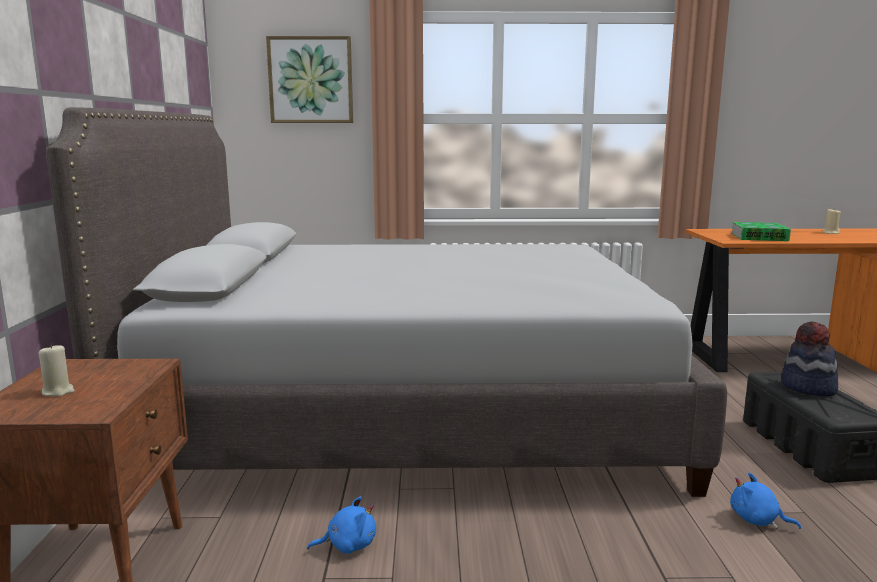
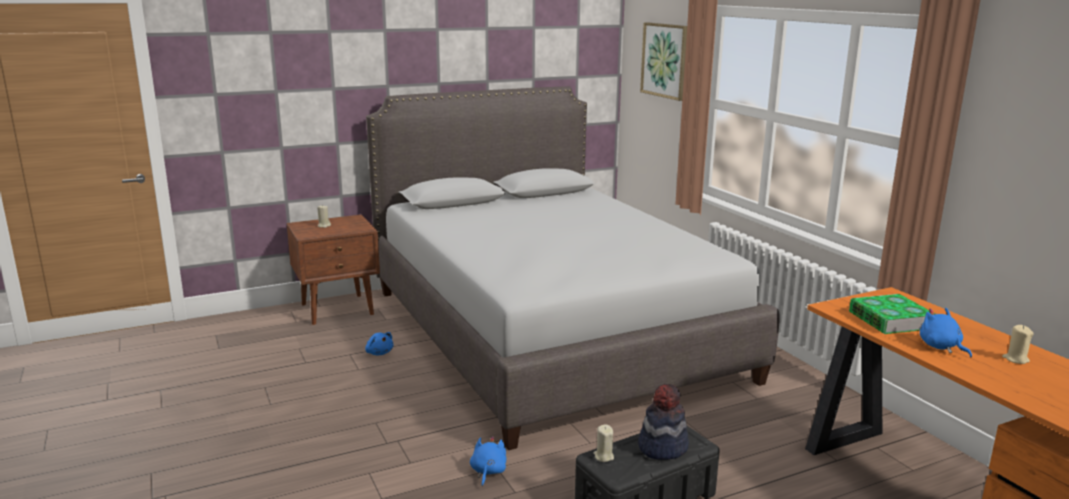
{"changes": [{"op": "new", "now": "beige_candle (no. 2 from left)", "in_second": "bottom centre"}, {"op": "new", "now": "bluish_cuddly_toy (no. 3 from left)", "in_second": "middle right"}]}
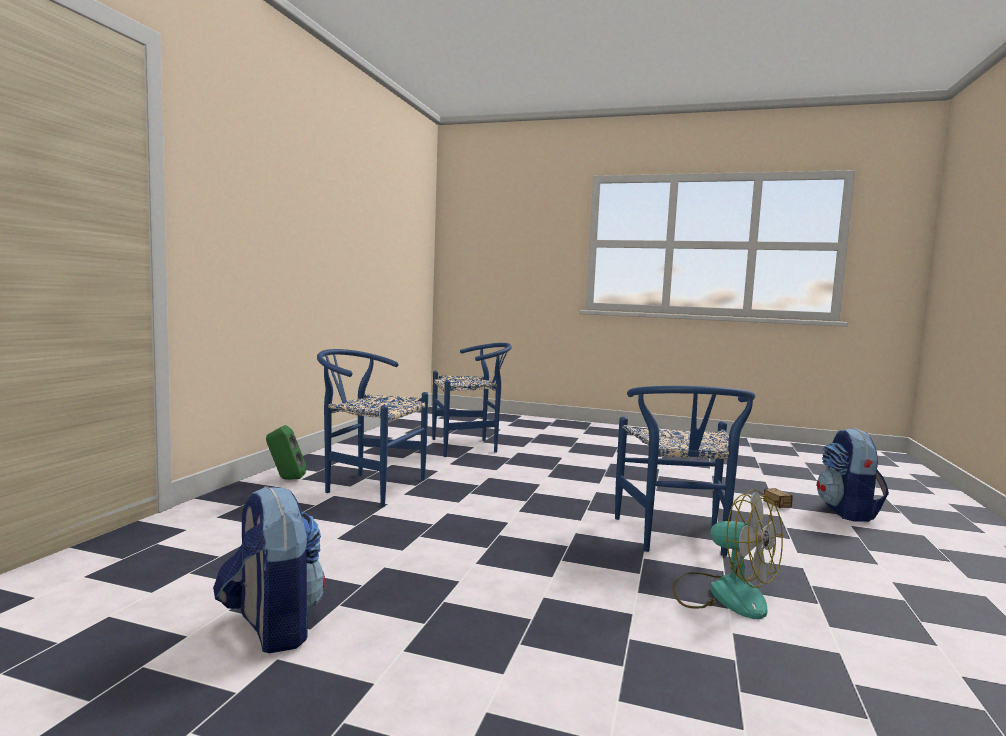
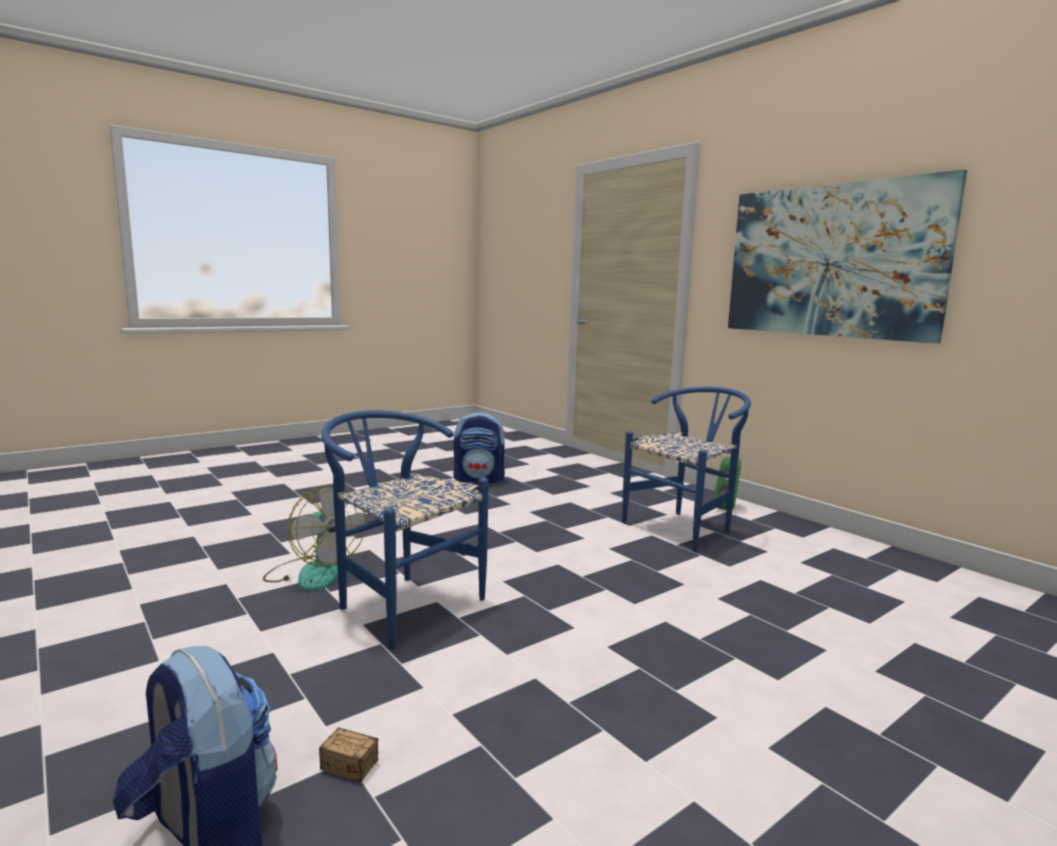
{"changes": [{"op": "rotated", "was": "fan", "in_first": "bottom right", "in_second": "middle left", "clockwise": -120}, {"op": "new", "now": "wall_art", "in_second": "top right"}, {"op": "gone", "was": "bluish_chair (no. 2 from left)", "in_first": "centre"}]}
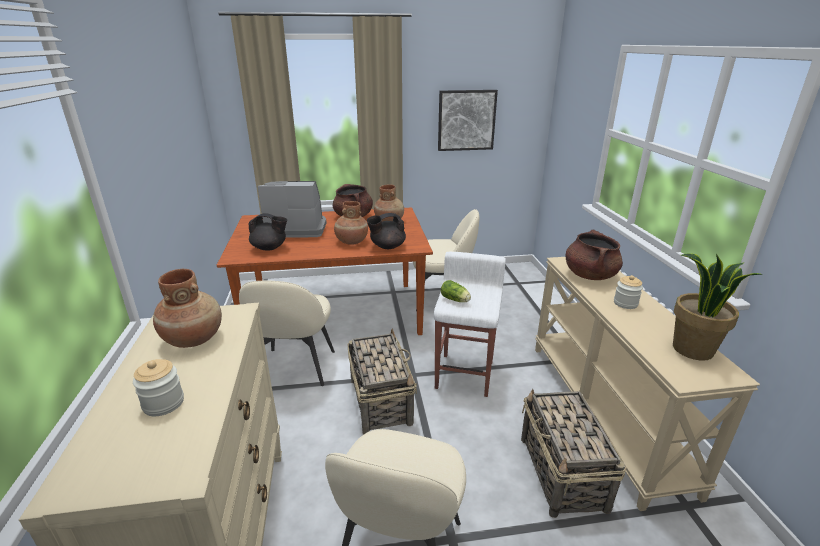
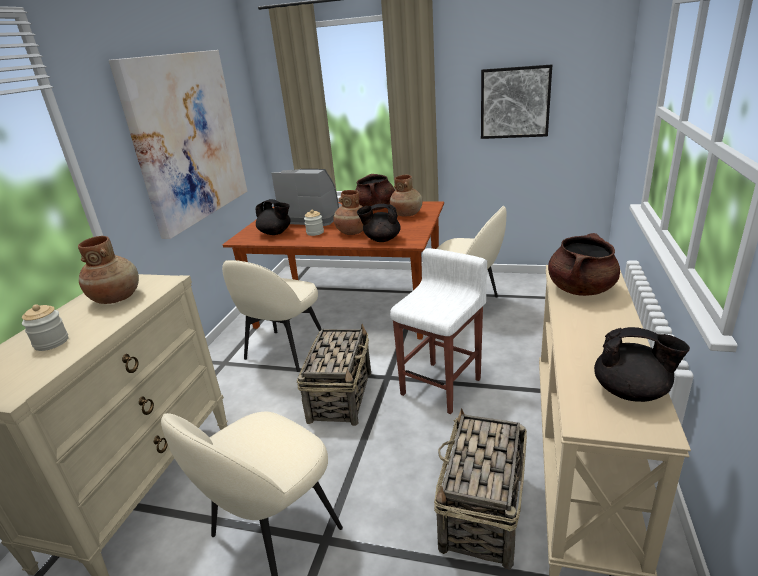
{"changes": [{"op": "new", "now": "wall_art (no. 1 from left)", "in_second": "top left"}, {"op": "shifted", "was": "jar (no. 2 from left)", "in_first": "middle right", "in_second": "centre"}, {"op": "swapped", "was": "plant_in_a_pot", "now": "black_teapot (no. 3 from left)", "in_first": "middle right", "in_second": "middle right"}, {"op": "gone", "was": "head_of_lettuce", "in_first": "centre"}]}
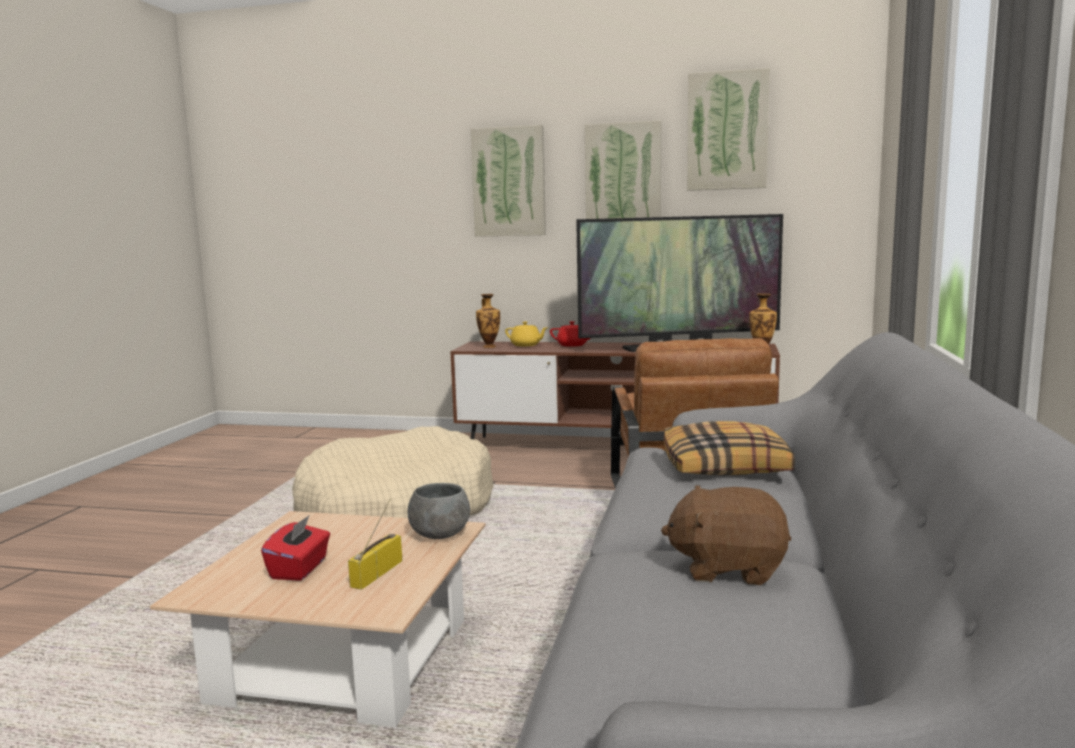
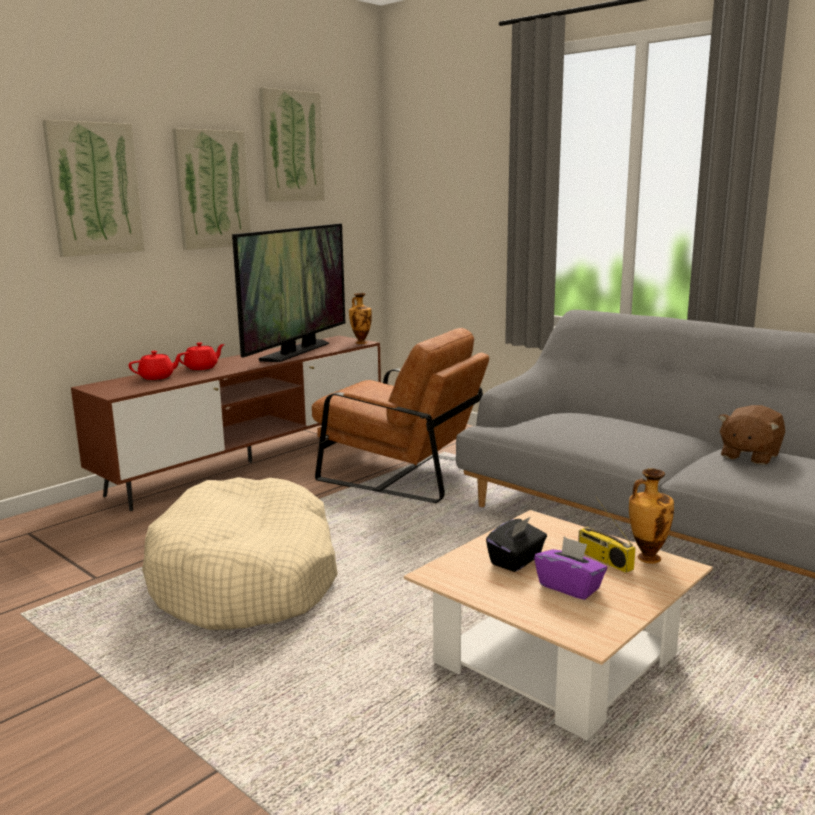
{"changes": [{"op": "repainted", "was": "yellow_teapot", "now": "reddish_teapot (no. 1 from left)", "in_first": "centre", "in_second": "middle left"}, {"op": "new", "now": "black_tissue_holder", "in_second": "bottom centre"}, {"op": "repainted", "was": "reddish_tissue_holder", "now": "purple-coloured_tissue_holder", "in_first": "bottom left", "in_second": "bottom right"}, {"op": "shifted", "was": "decorative_vase (no. 1 from left in the first image)", "now": "decorative_vase (no. 2 from left)", "in_first": "centre", "in_second": "middle right"}, {"op": "gone", "was": "gray_serving_bowl", "in_first": "bottom centre"}, {"op": "gone", "was": "throw_pillow", "in_first": "middle right"}]}
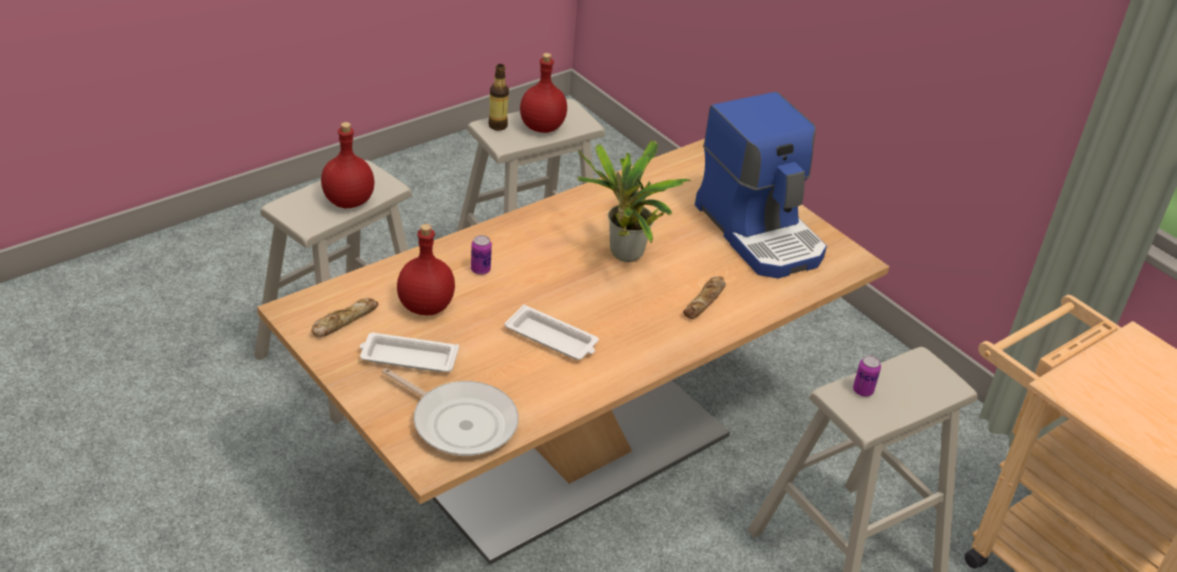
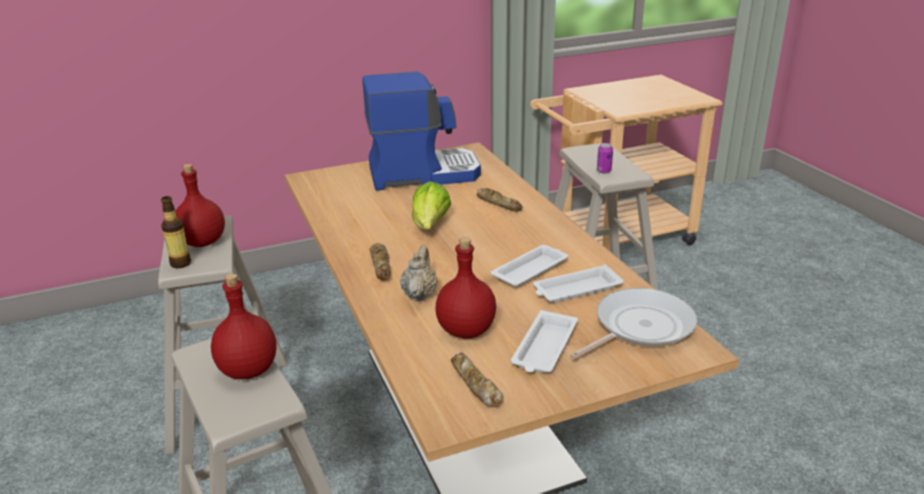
{"changes": [{"op": "new", "now": "bread (no. 1 from left)", "in_second": "centre"}, {"op": "swapped", "was": "sealed_can (no. 1 from left)", "now": "beige_teapot", "in_first": "centre", "in_second": "centre"}, {"op": "swapped", "was": "plant_in_a_pot", "now": "head_of_lettuce", "in_first": "centre", "in_second": "centre"}, {"op": "new", "now": "white-coloured_carrying_tray (no. 3 from left)", "in_second": "centre"}]}
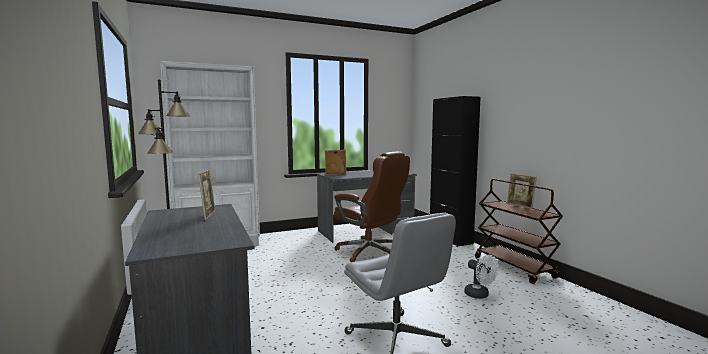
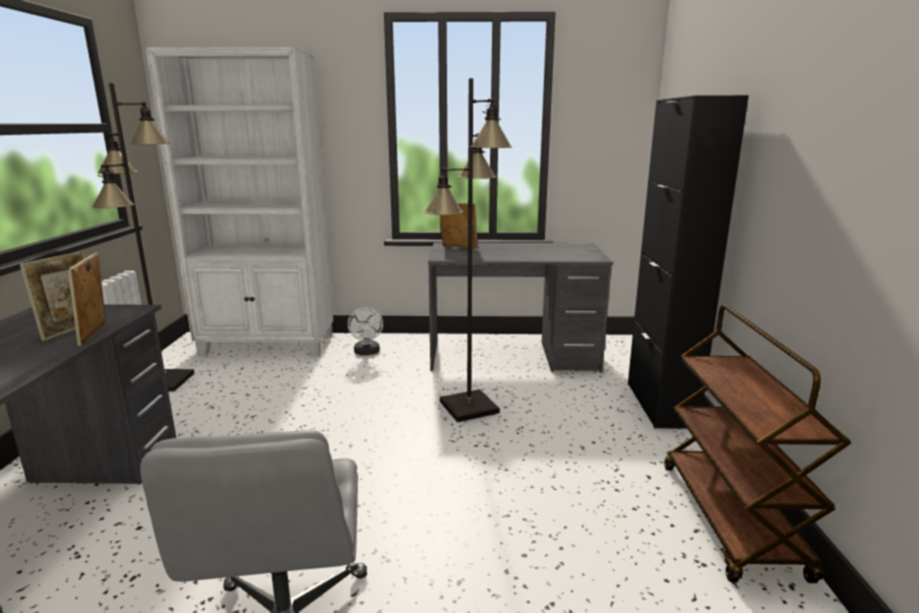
{"changes": [{"op": "shifted", "was": "standing_frame (no. 3 from left in the first image)", "now": "standing_frame (no. 2 from left)", "in_first": "middle right", "in_second": "middle left"}, {"op": "shifted", "was": "white-coloured_fan", "in_first": "bottom right", "in_second": "centre"}, {"op": "swapped", "was": "brown_office_chair", "now": "black_standard_lamp (no. 2 from left)", "in_first": "centre", "in_second": "centre"}]}
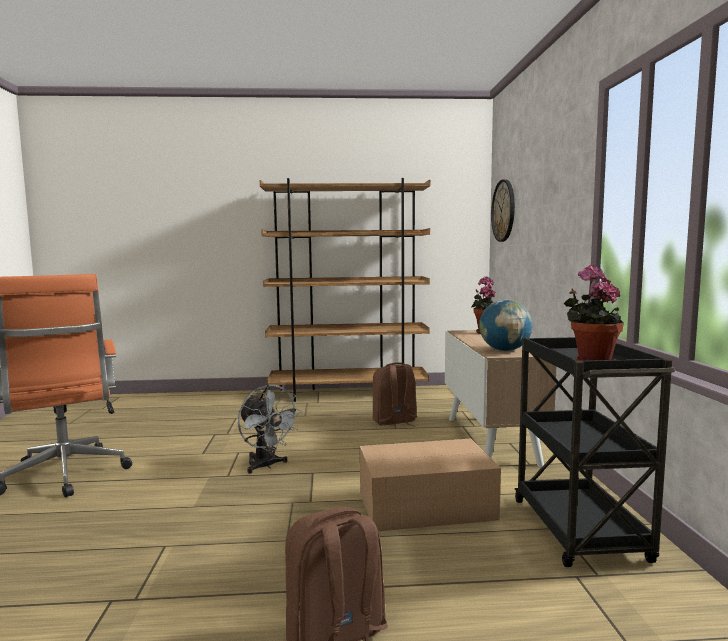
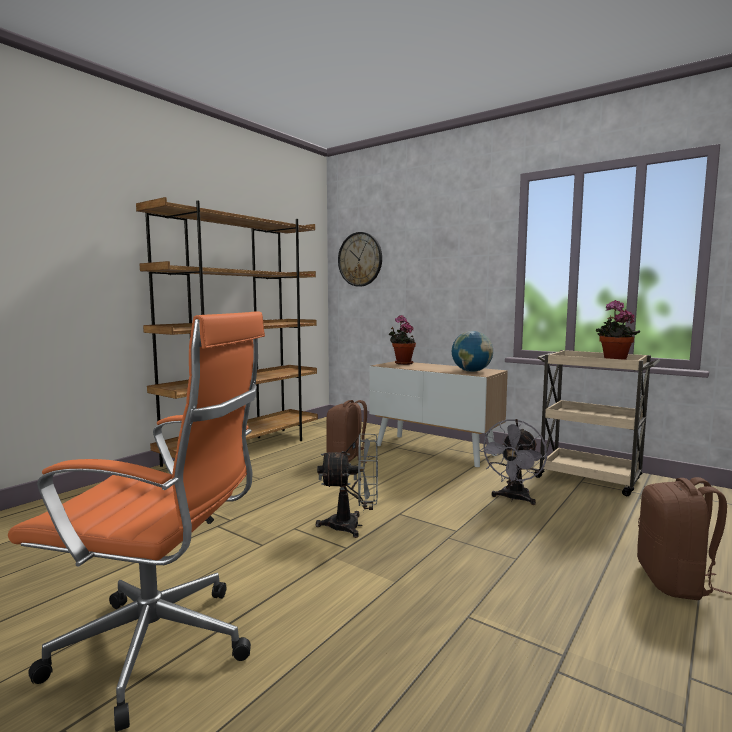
{"changes": [{"op": "swapped", "was": "carton", "now": "gray_fan (no. 2 from left)", "in_first": "bottom centre", "in_second": "middle right"}, {"op": "repainted", "was": "black_wheeled_cart", "now": "beige_wheeled_cart", "in_first": "bottom right", "in_second": "middle right"}]}
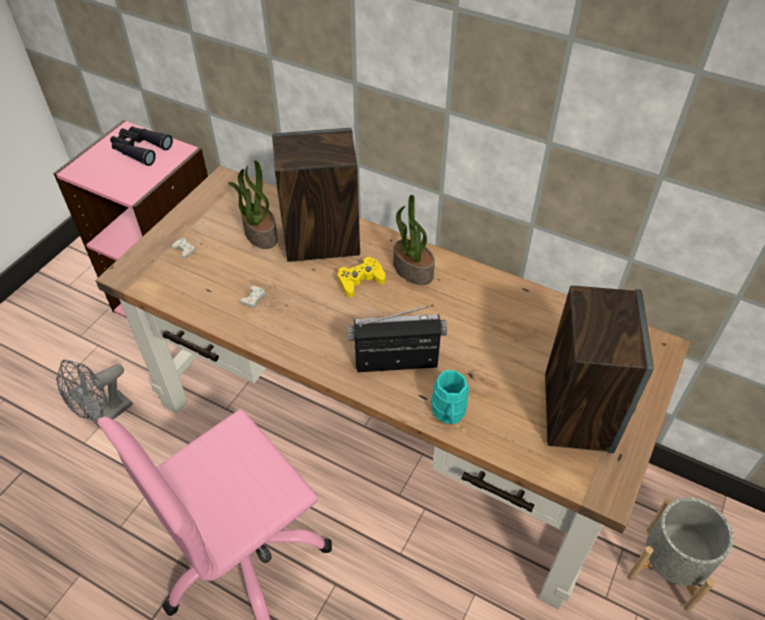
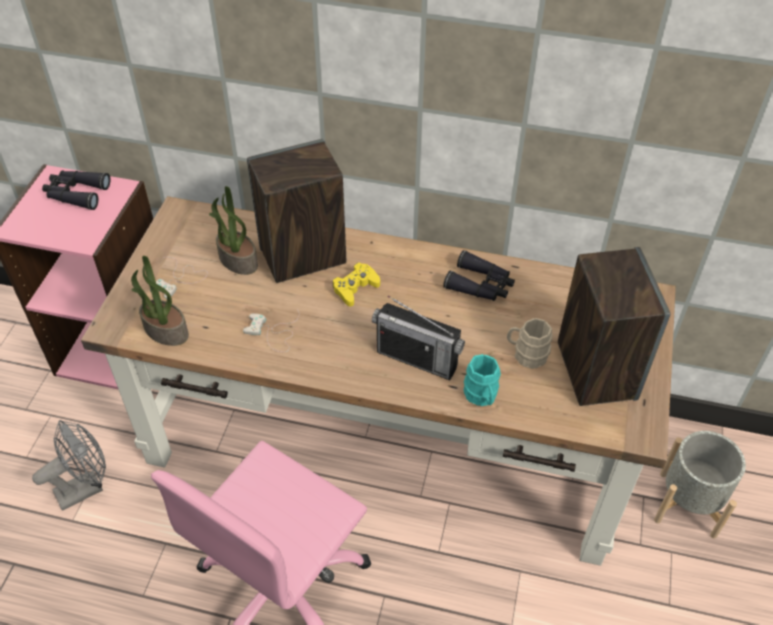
{"changes": [{"op": "rotated", "was": "gray_fan", "in_first": "middle left", "in_second": "bottom left", "clockwise": -150}, {"op": "shifted", "was": "plant_in_a_pot (no. 2 from left in the first image)", "now": "plant_in_a_pot (no. 1 from left)", "in_first": "centre", "in_second": "middle left"}, {"op": "rotated", "was": "radio_receiver", "in_first": "centre", "in_second": "centre", "clockwise": -135}, {"op": "new", "now": "black_pair_of_binoculars (no. 2 from left)", "in_second": "centre"}, {"op": "new", "now": "beige_tea_mug", "in_second": "middle right"}]}
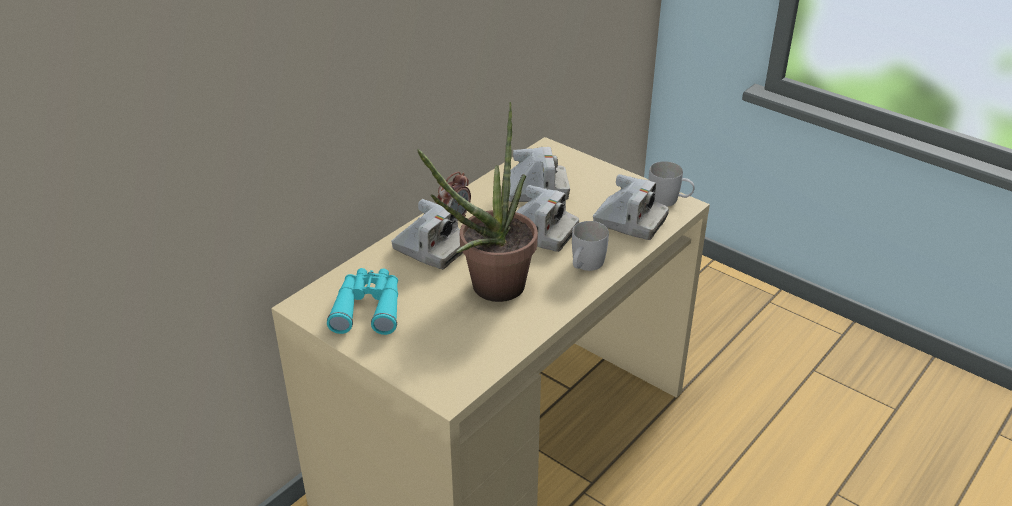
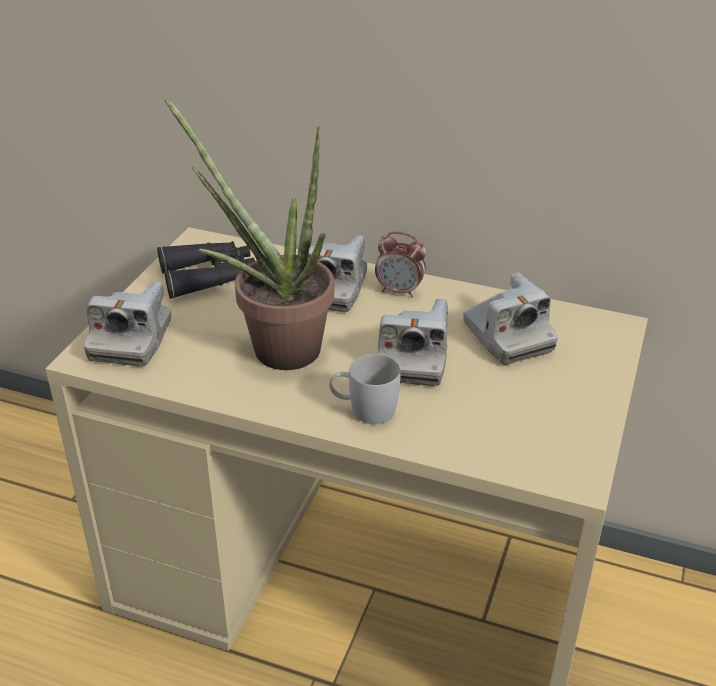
{"changes": [{"op": "shifted", "was": "photo_camera (no. 4 from left in the first image)", "now": "photo_camera (no. 1 from left)", "in_first": "centre", "in_second": "middle left"}, {"op": "repainted", "was": "blue-green_pair_of_binoculars", "now": "black_pair_of_binoculars", "in_first": "centre", "in_second": "middle left"}, {"op": "gone", "was": "white-coloured_tea_mug (no. 2 from left)", "in_first": "centre"}]}
